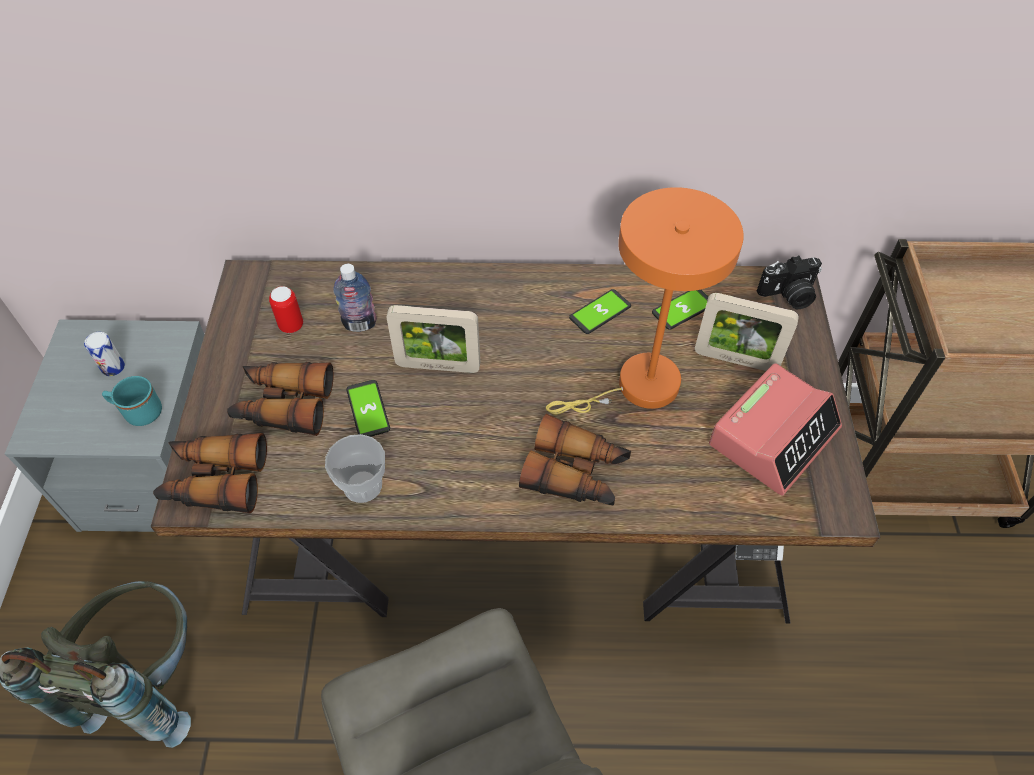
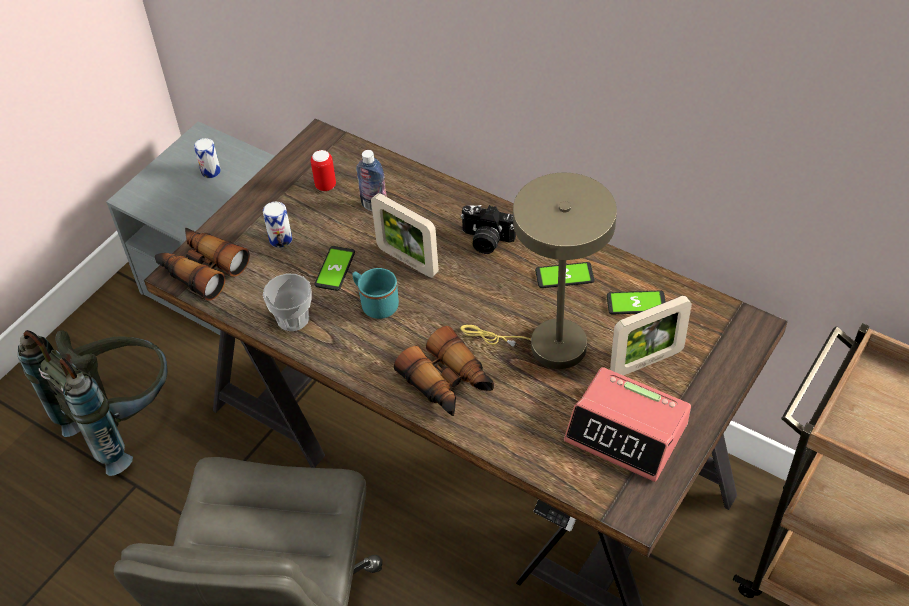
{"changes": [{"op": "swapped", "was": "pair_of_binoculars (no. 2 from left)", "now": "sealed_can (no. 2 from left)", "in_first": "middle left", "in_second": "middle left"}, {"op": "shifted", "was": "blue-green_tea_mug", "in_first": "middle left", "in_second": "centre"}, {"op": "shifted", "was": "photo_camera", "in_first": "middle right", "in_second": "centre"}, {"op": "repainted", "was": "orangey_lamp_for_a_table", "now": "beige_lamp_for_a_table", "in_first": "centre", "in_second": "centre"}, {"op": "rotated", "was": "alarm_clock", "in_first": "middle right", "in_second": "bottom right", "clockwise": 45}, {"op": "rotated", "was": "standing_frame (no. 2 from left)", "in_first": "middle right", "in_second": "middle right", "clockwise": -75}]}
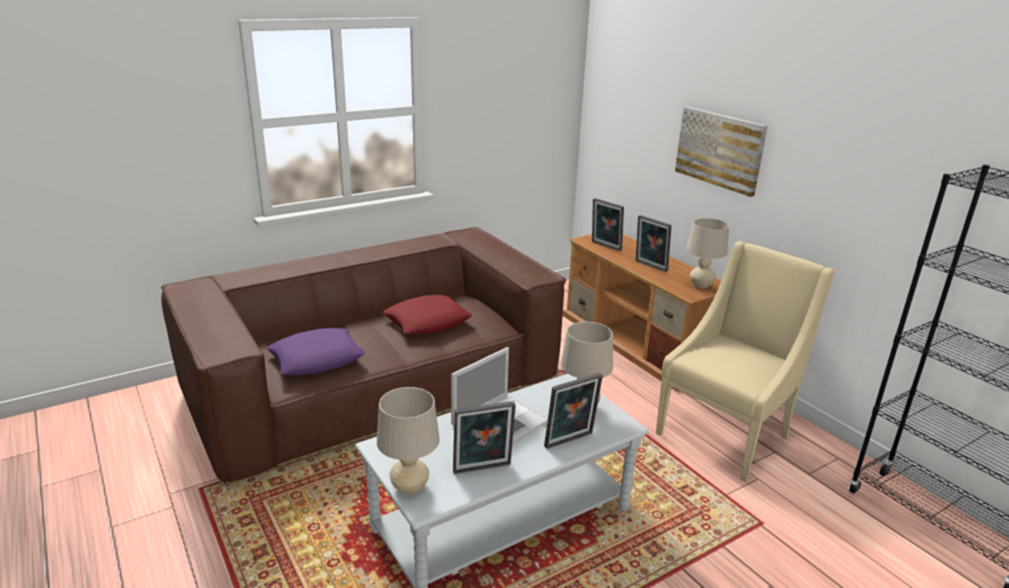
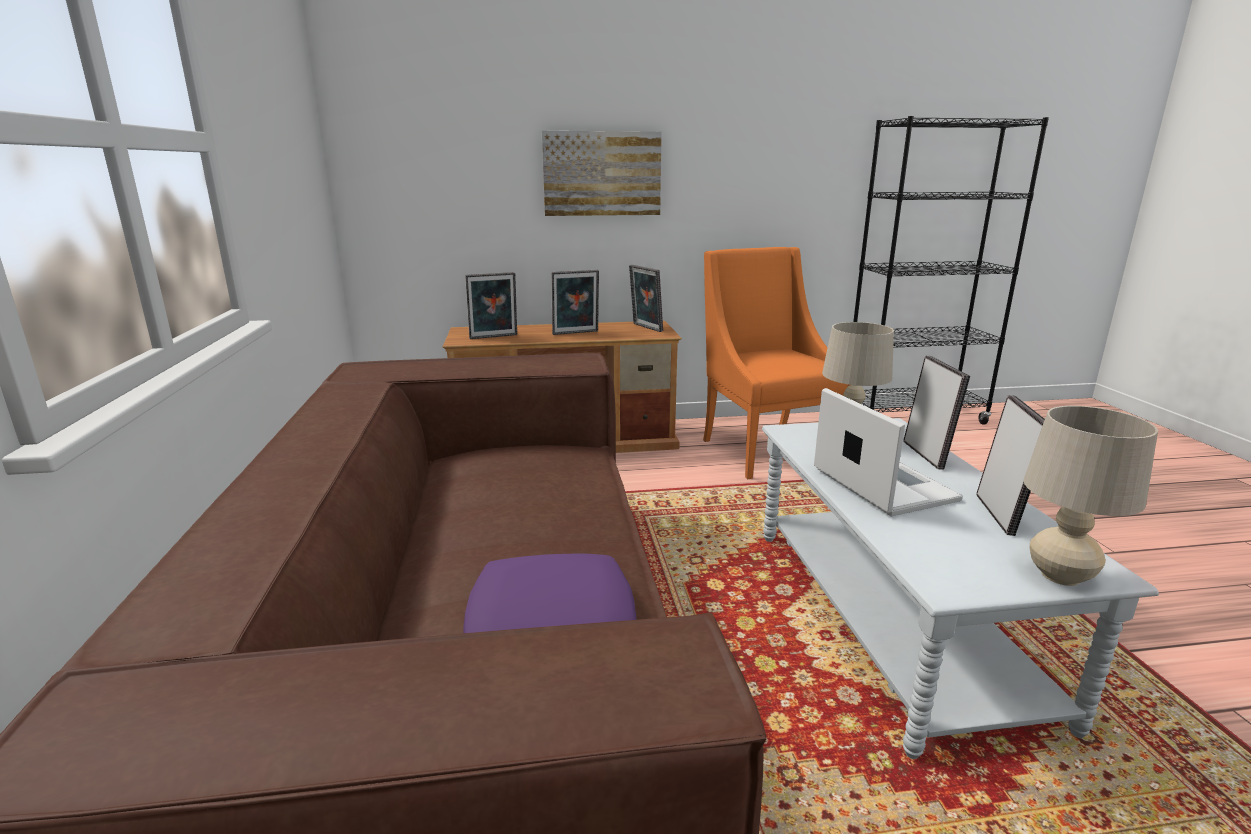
{"changes": [{"op": "swapped", "was": "beige_lamp_for_a_table (no. 3 from left)", "now": "standing_frame (no. 3 from left)", "in_first": "middle right", "in_second": "centre"}, {"op": "repainted", "was": "beige_armchair", "now": "orangey_armchair", "in_first": "middle right", "in_second": "centre"}, {"op": "gone", "was": "reddish_throw_pillow", "in_first": "centre"}]}
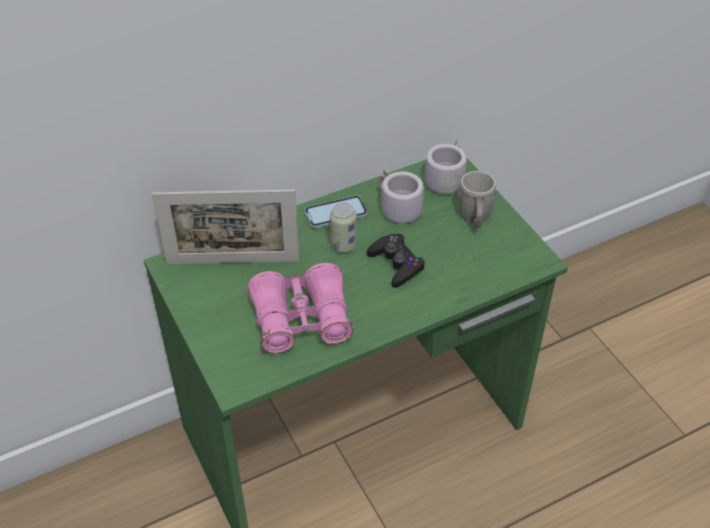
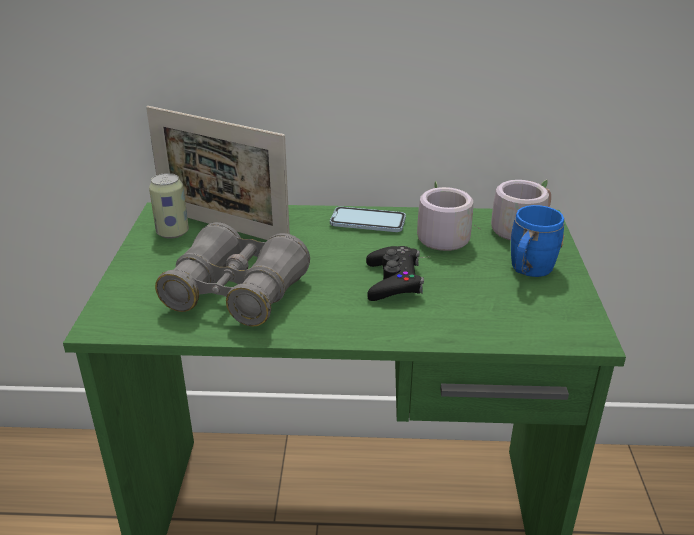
{"changes": [{"op": "shifted", "was": "sealed_can", "in_first": "centre", "in_second": "middle left"}, {"op": "repainted", "was": "pink_pair_of_binoculars", "now": "gray_pair_of_binoculars", "in_first": "centre", "in_second": "centre"}, {"op": "repainted", "was": "gray_tea_mug (no. 3 from left)", "now": "bluish_tea_mug", "in_first": "middle right", "in_second": "middle right"}]}
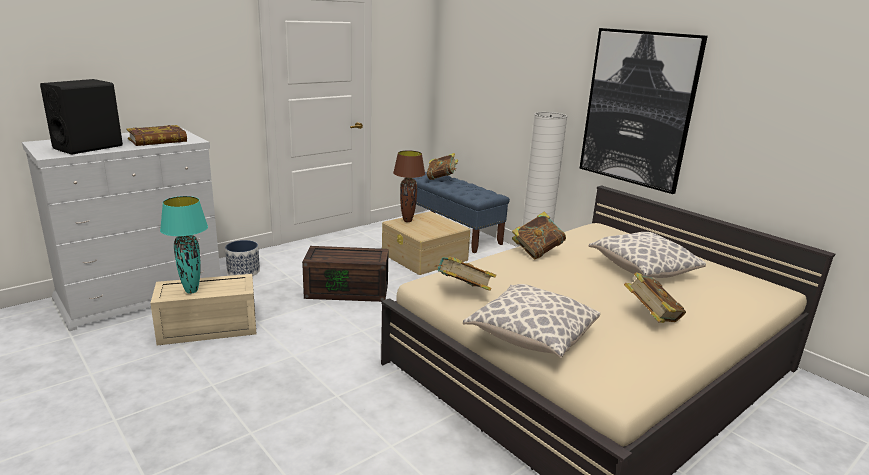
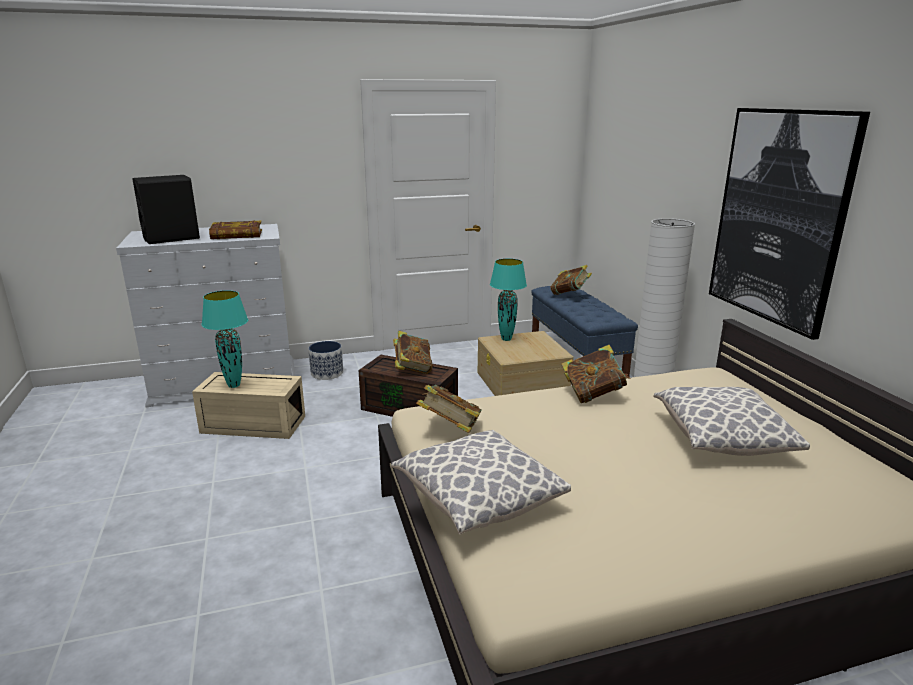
{"changes": [{"op": "shifted", "was": "volume (no. 5 from left in the first image)", "now": "volume (no. 2 from left)", "in_first": "middle right", "in_second": "centre"}, {"op": "repainted", "was": "brown_lamp_for_a_table", "now": "blue-green_lamp_for_a_table (no. 2 from left)", "in_first": "centre", "in_second": "centre"}]}
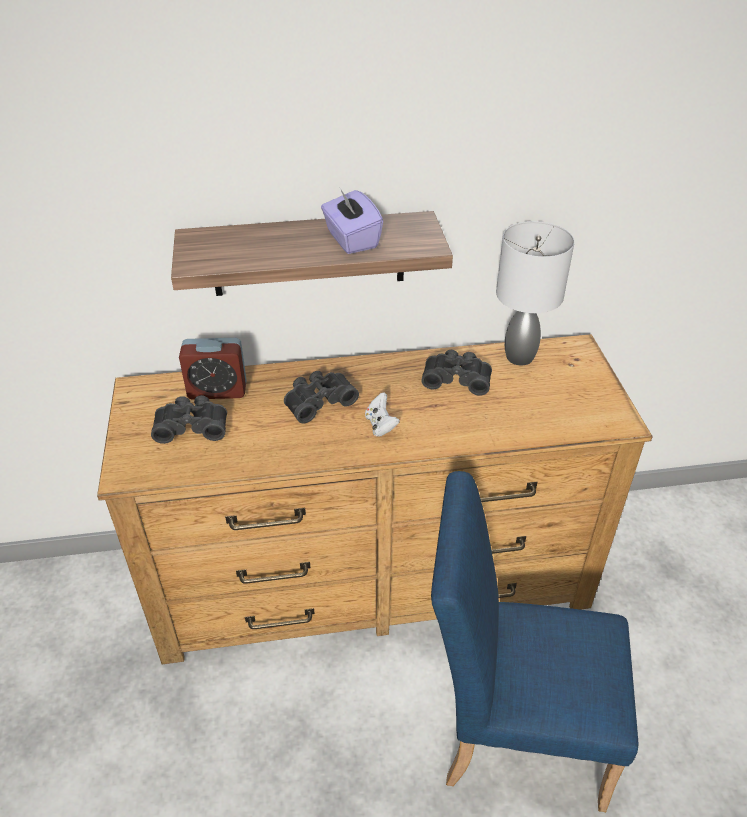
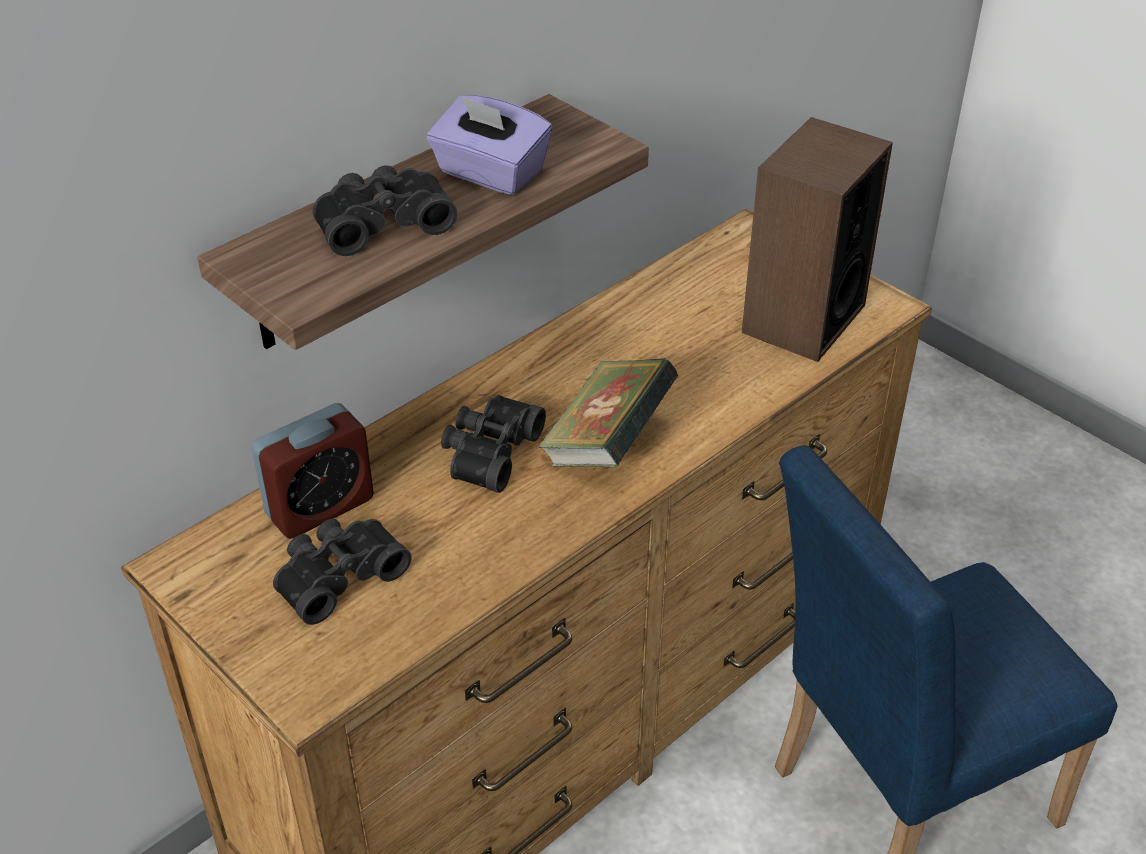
{"changes": [{"op": "shifted", "was": "black_pair_of_binoculars (no. 3 from left in the first image)", "now": "black_pair_of_binoculars (no. 2 from left)", "in_first": "centre", "in_second": "top centre"}, {"op": "swapped", "was": "white-coloured_gamepad", "now": "volume", "in_first": "centre", "in_second": "centre"}, {"op": "new", "now": "audio_speaker", "in_second": "top right"}, {"op": "gone", "was": "gray_lamp_for_a_table", "in_first": "middle right"}]}
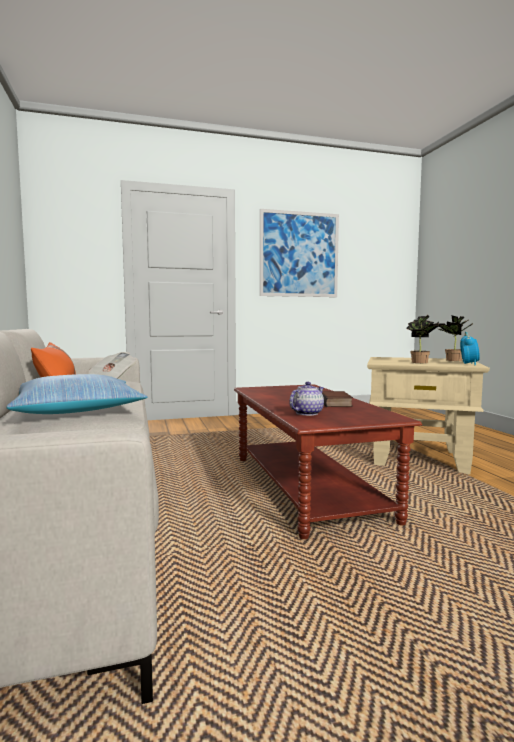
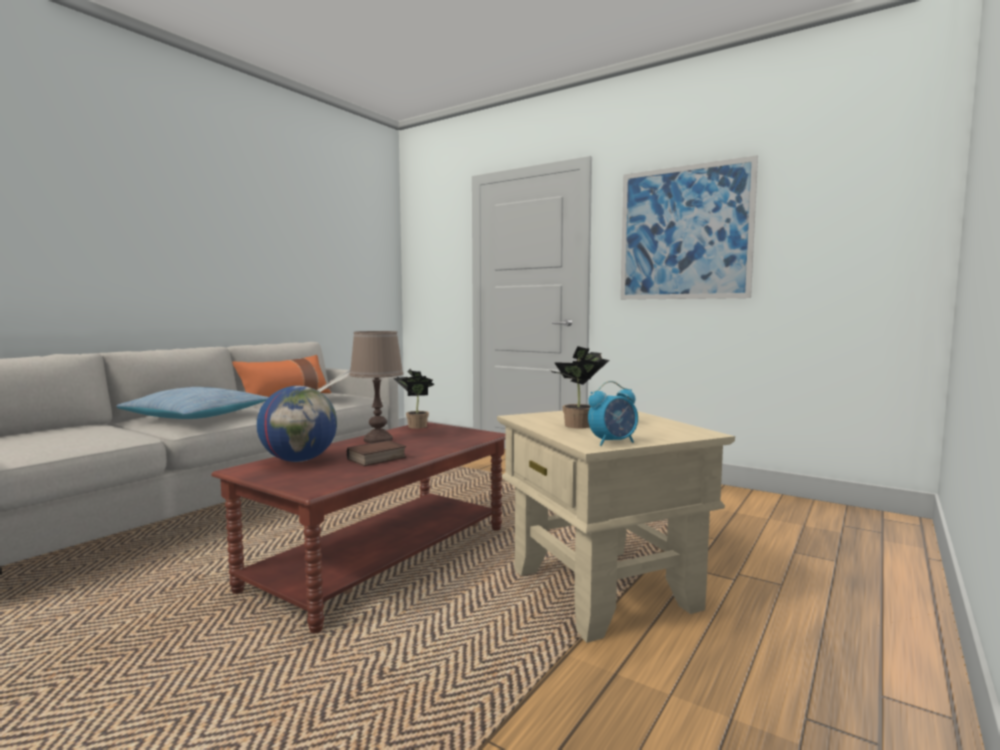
{"changes": [{"op": "swapped", "was": "teapot", "now": "world_globe", "in_first": "centre", "in_second": "middle left"}, {"op": "new", "now": "brown_lamp_for_a_table", "in_second": "centre"}, {"op": "shifted", "was": "plant_in_a_pot (no. 2 from left in the first image)", "now": "plant_in_a_pot (no. 1 from left)", "in_first": "middle right", "in_second": "centre"}]}
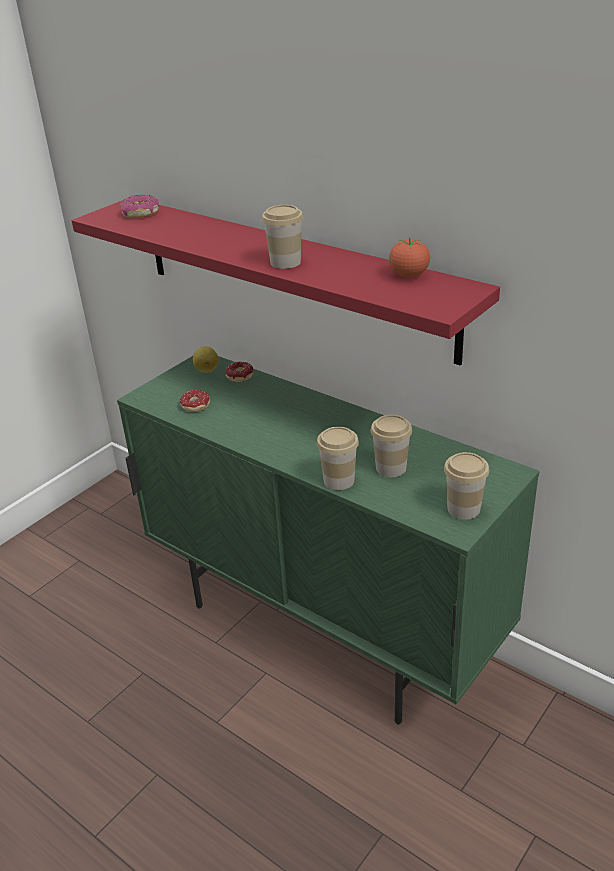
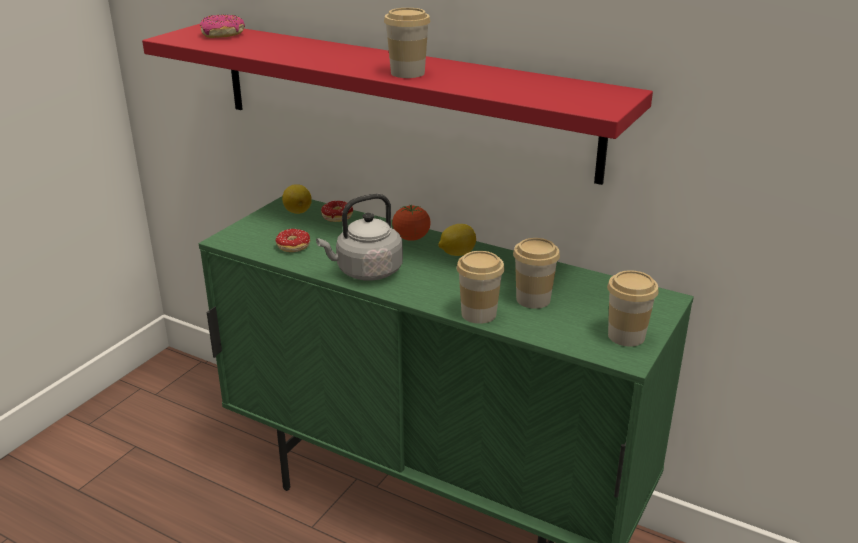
{"changes": [{"op": "new", "now": "gray_kettle", "in_second": "centre"}, {"op": "shifted", "was": "fresh_tomato", "in_first": "top centre", "in_second": "centre"}, {"op": "new", "now": "lemon (no. 2 from left)", "in_second": "centre"}]}
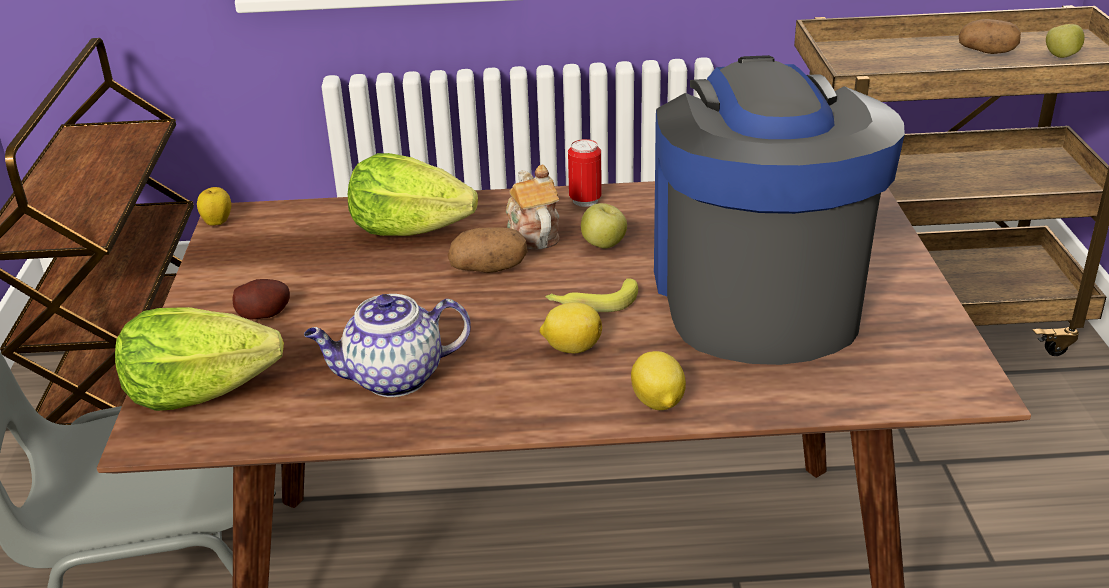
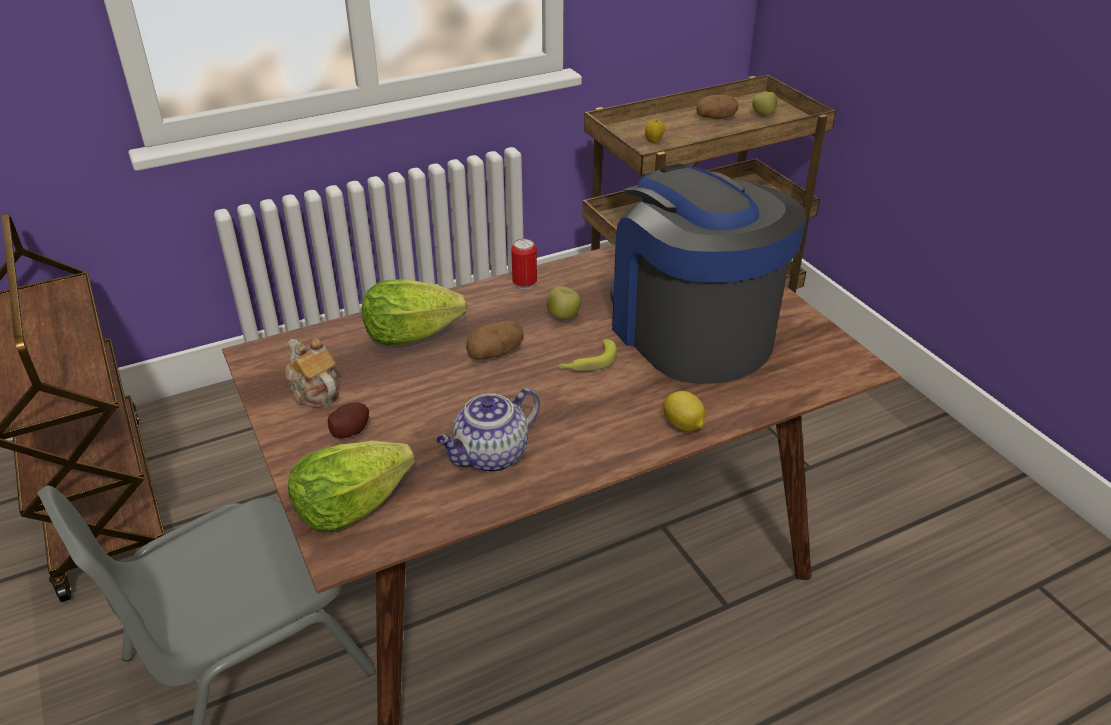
{"changes": [{"op": "shifted", "was": "teapot (no. 2 from left in the first image)", "now": "teapot (no. 1 from left)", "in_first": "centre", "in_second": "middle left"}, {"op": "shifted", "was": "apple (no. 1 from left in the first image)", "now": "apple (no. 2 from left)", "in_first": "middle left", "in_second": "top centre"}, {"op": "gone", "was": "lemon (no. 1 from left)", "in_first": "centre"}]}
